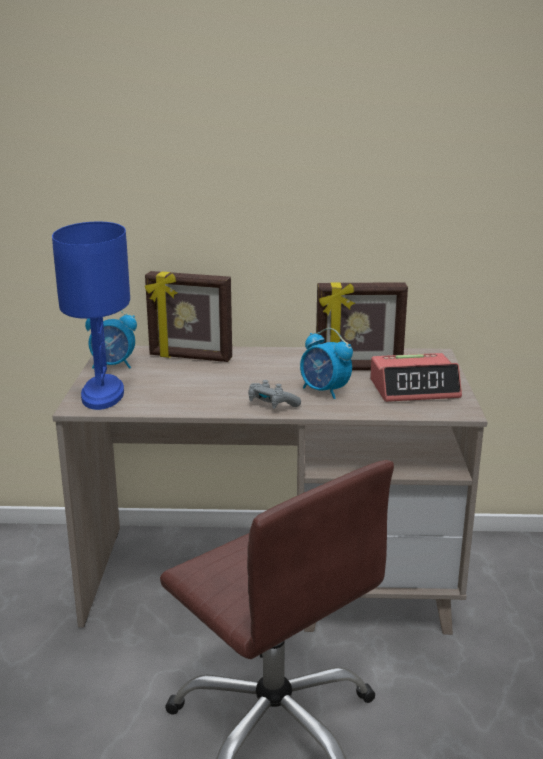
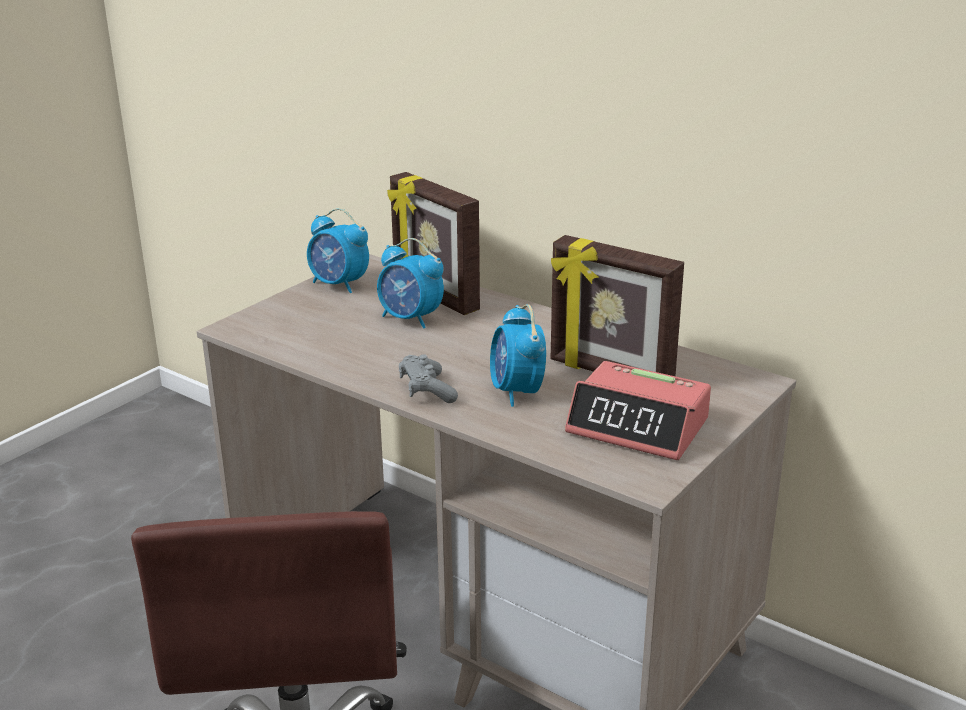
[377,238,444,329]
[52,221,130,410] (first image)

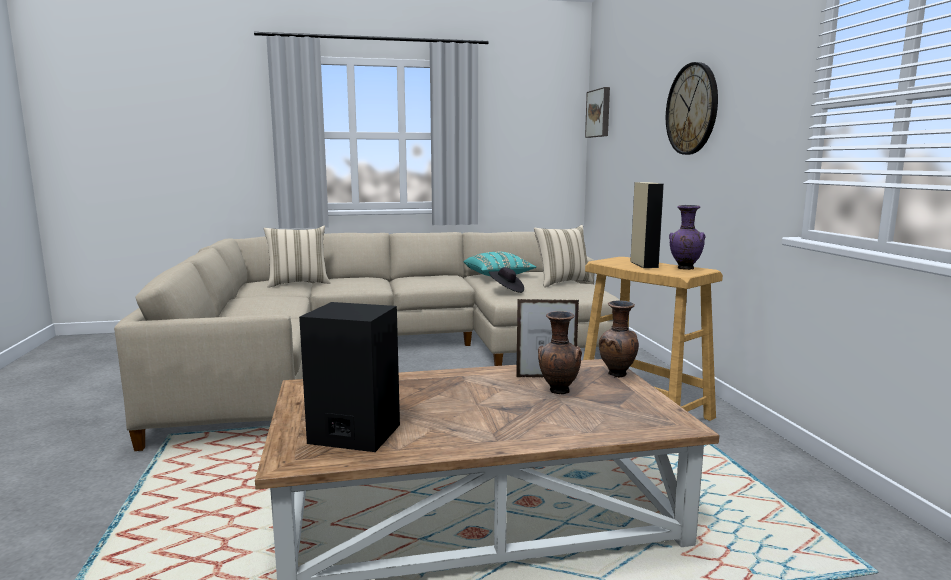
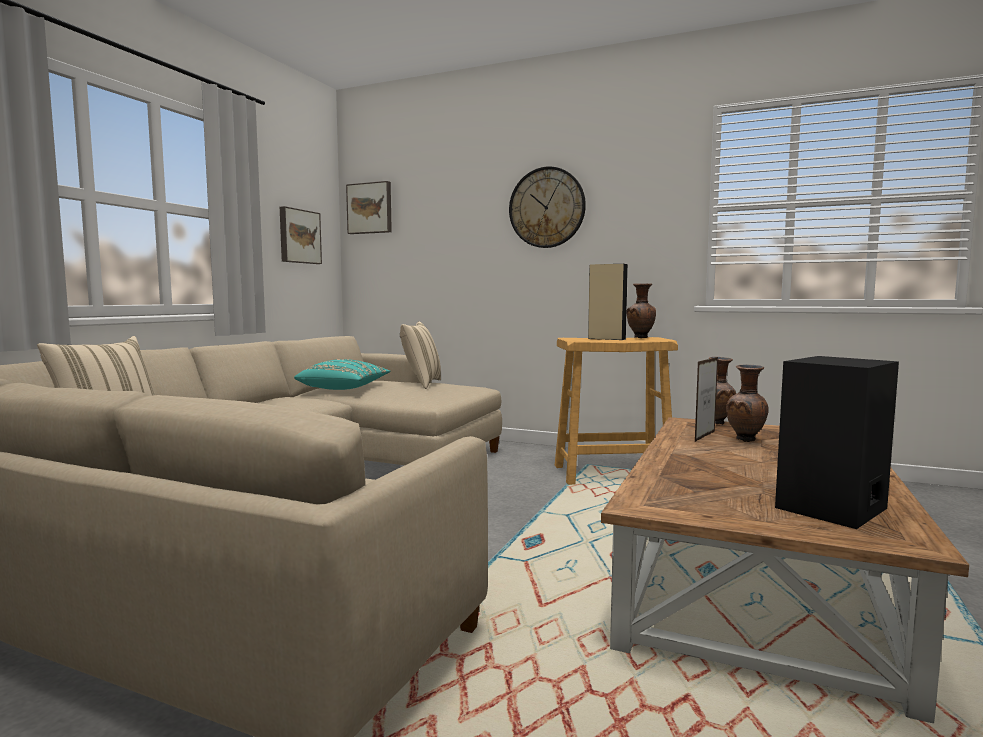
[280,206,322,264]
[626,283,656,338]
[489,267,524,293] (first image)

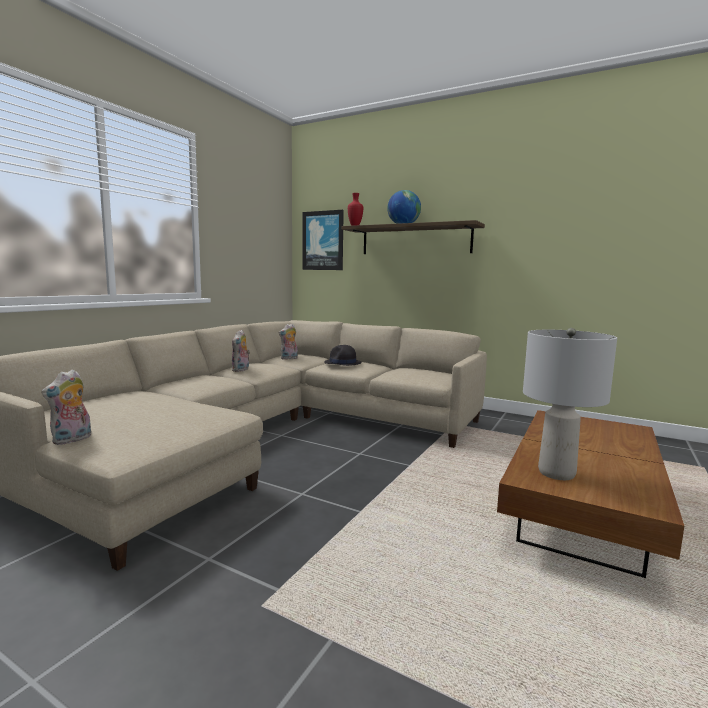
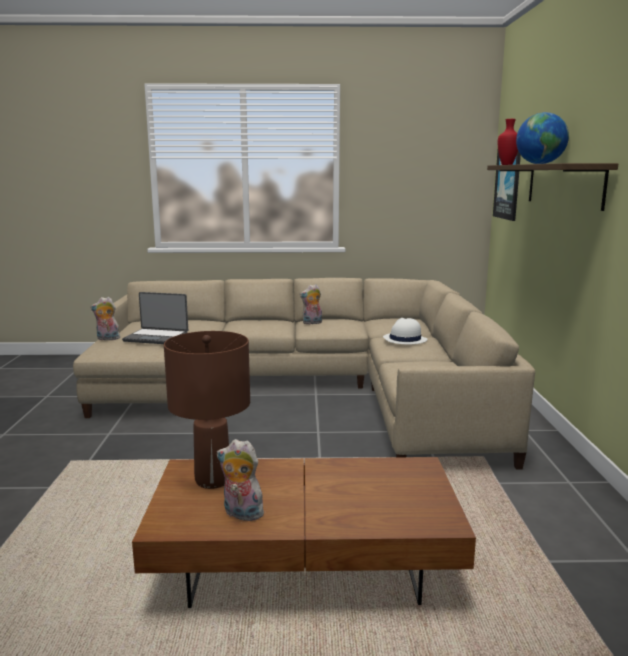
[122,292,188,344]
[164,331,250,489]
[217,439,264,521]
[383,318,427,344]

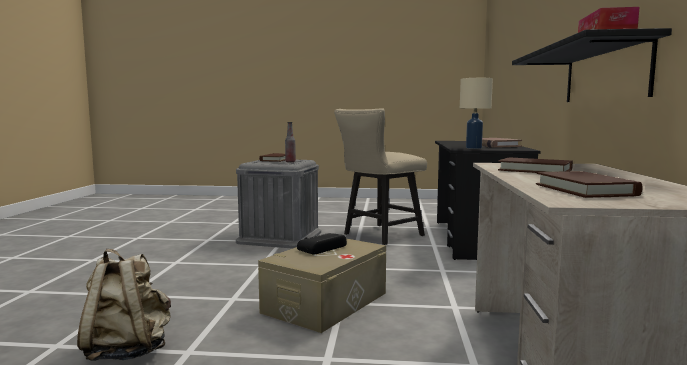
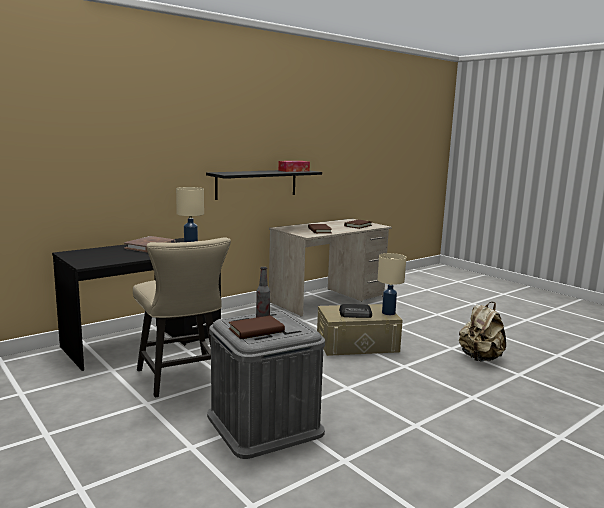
[133,237,231,398]
[378,253,406,315]

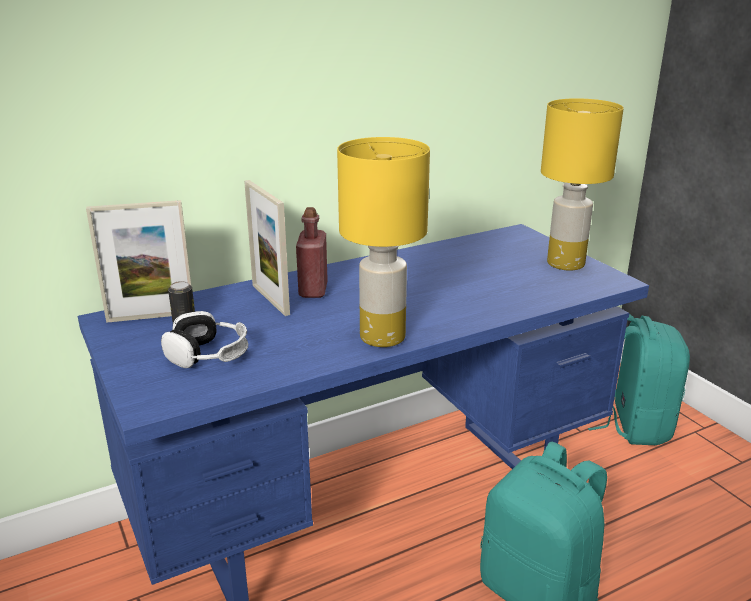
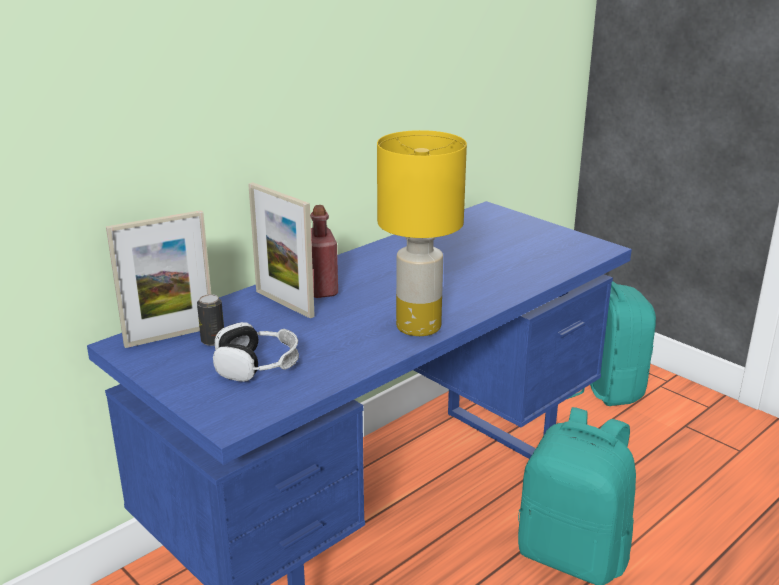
[541,98,624,270] (first image)

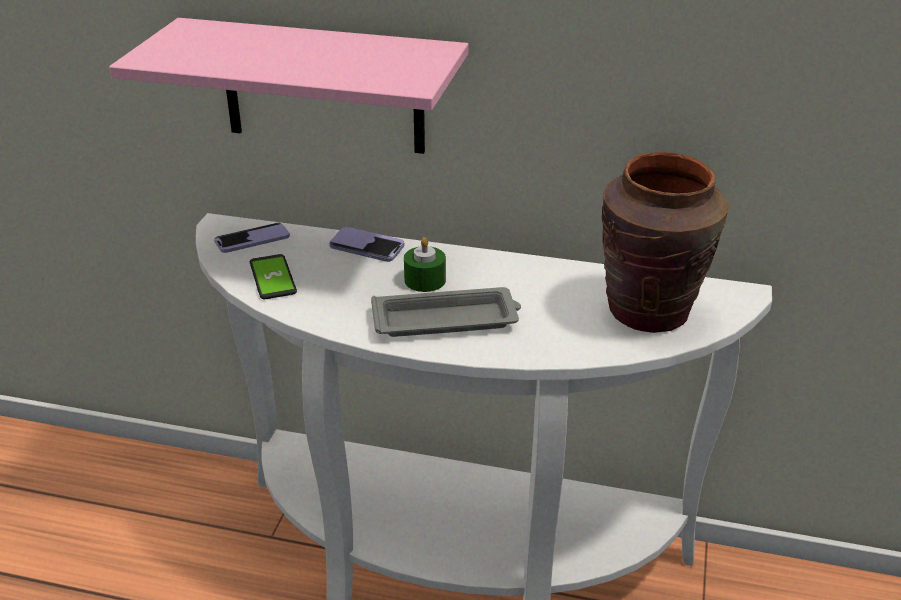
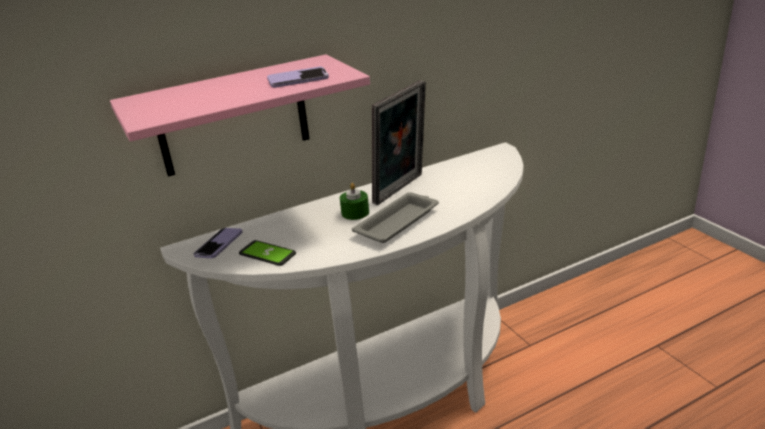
[267,67,329,88]
[372,80,426,205]
[602,152,729,333] (first image)

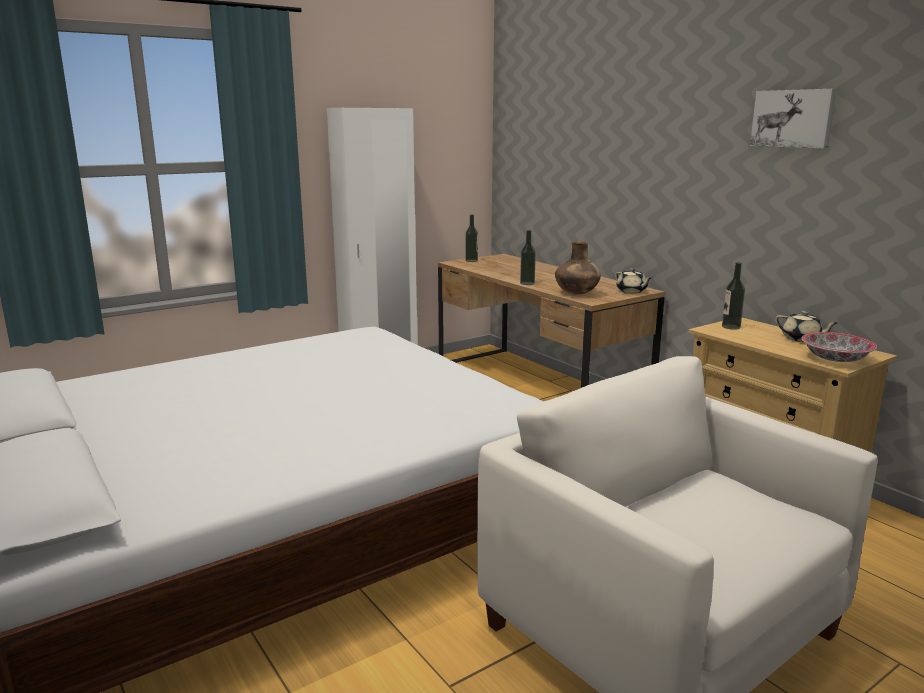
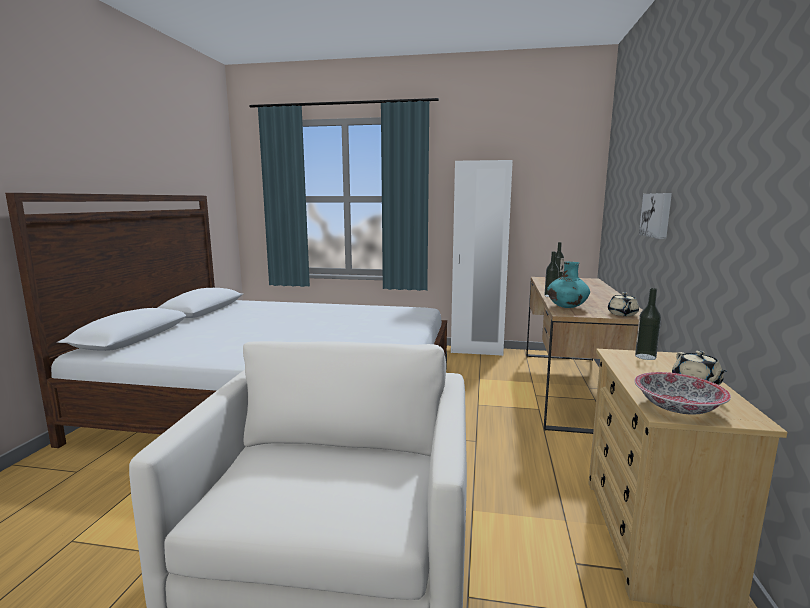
[547,262,590,308]
[639,193,672,239]

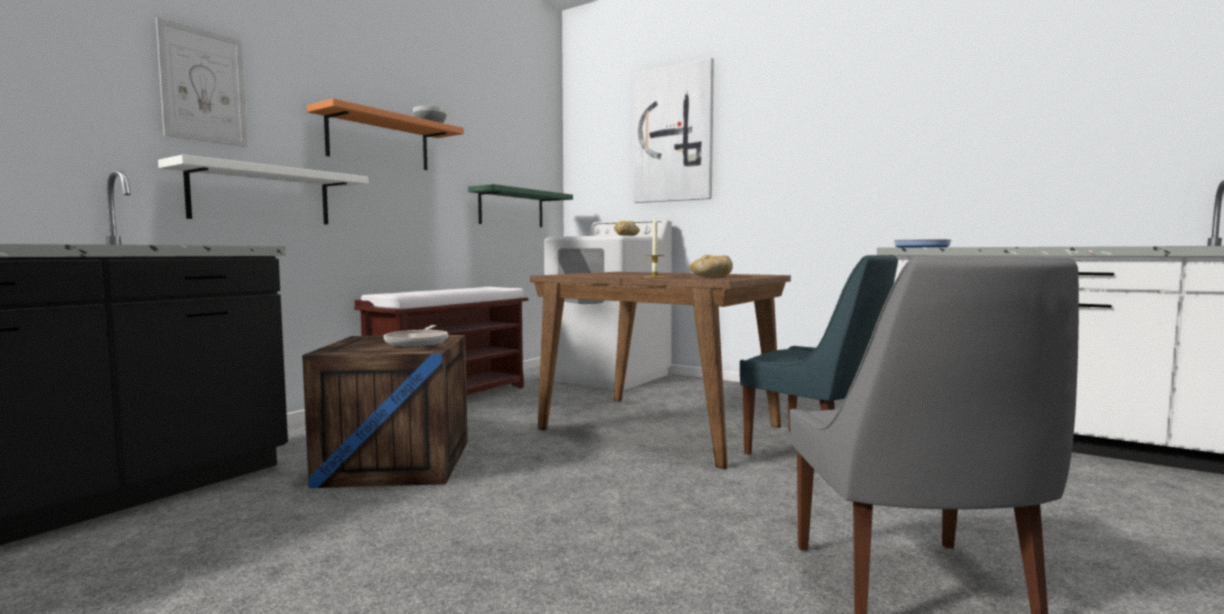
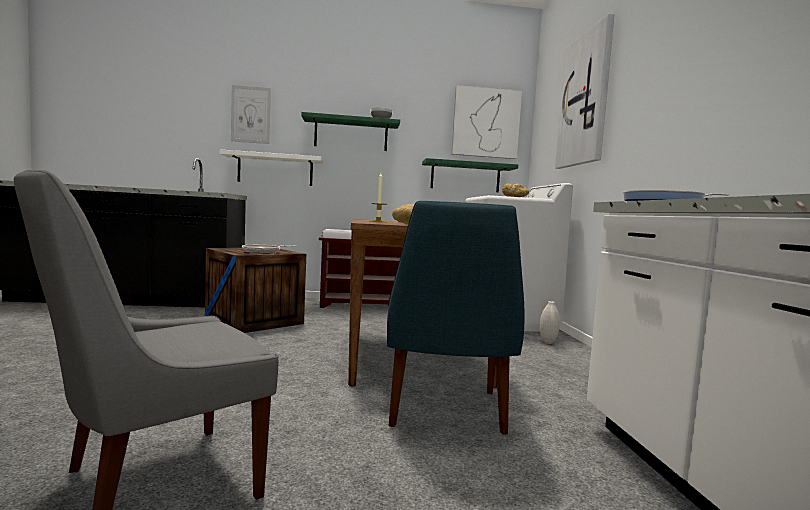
[301,112,400,151]
[451,85,522,159]
[540,301,560,344]

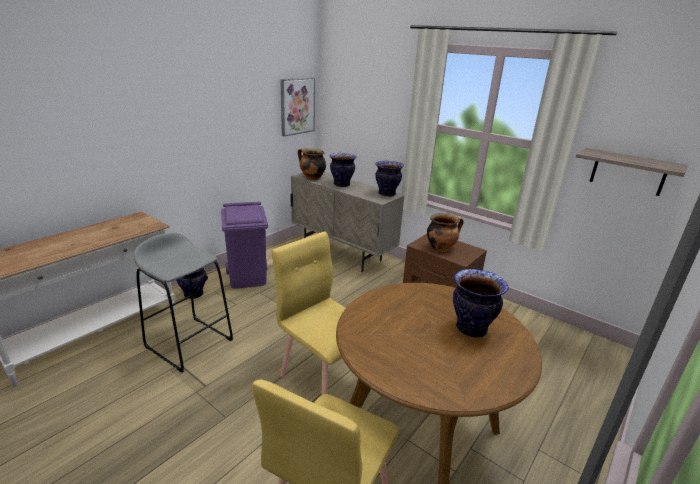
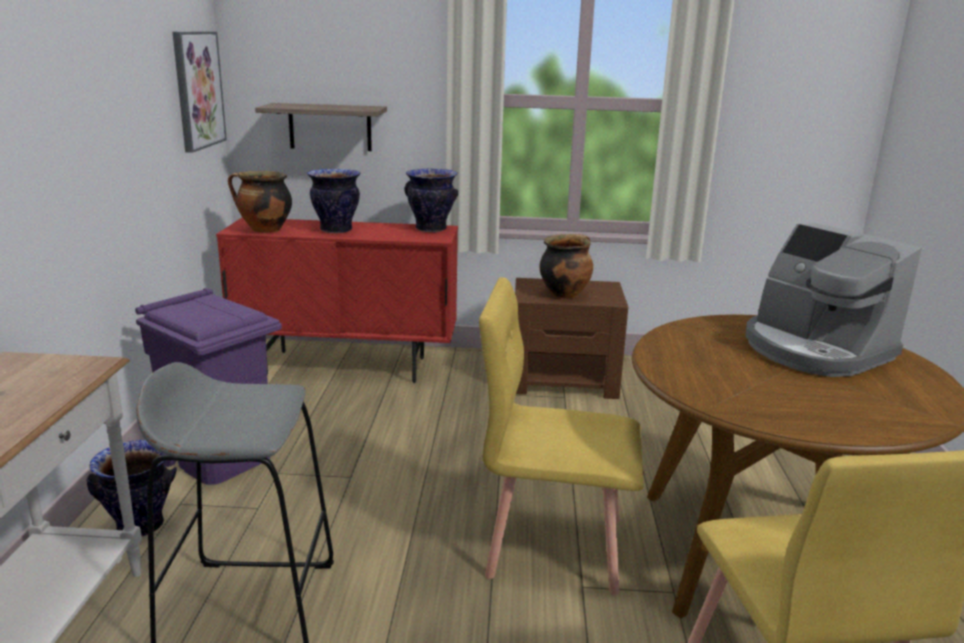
[216,217,458,383]
[255,103,387,151]
[746,223,922,377]

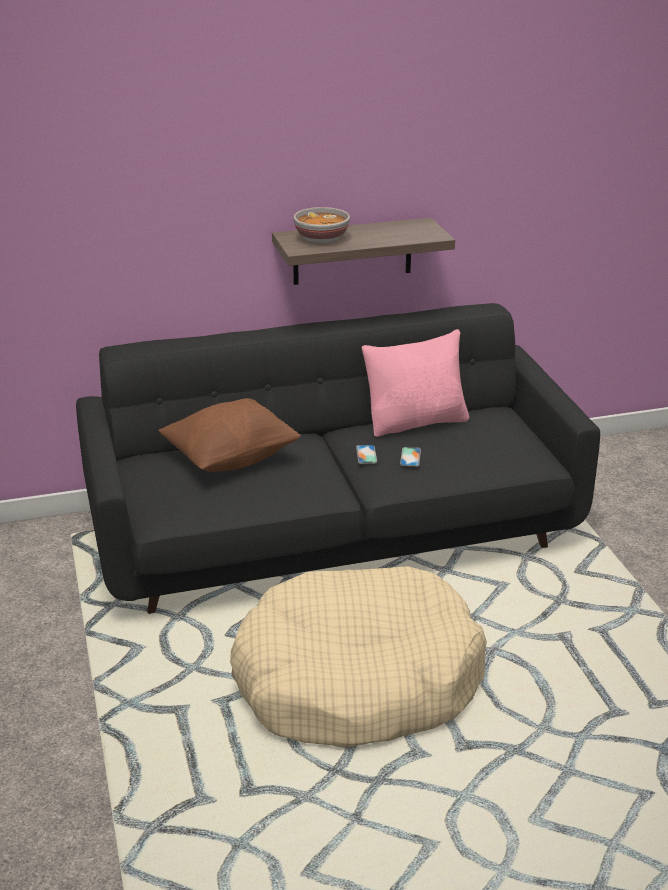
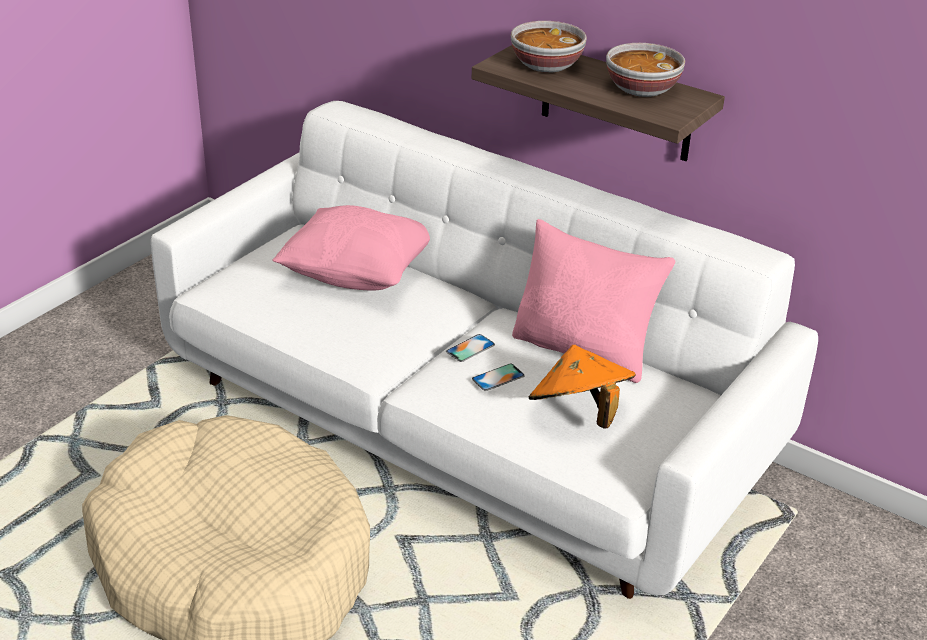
[151,101,818,599]
[272,205,430,290]
[529,345,636,429]
[606,43,685,97]

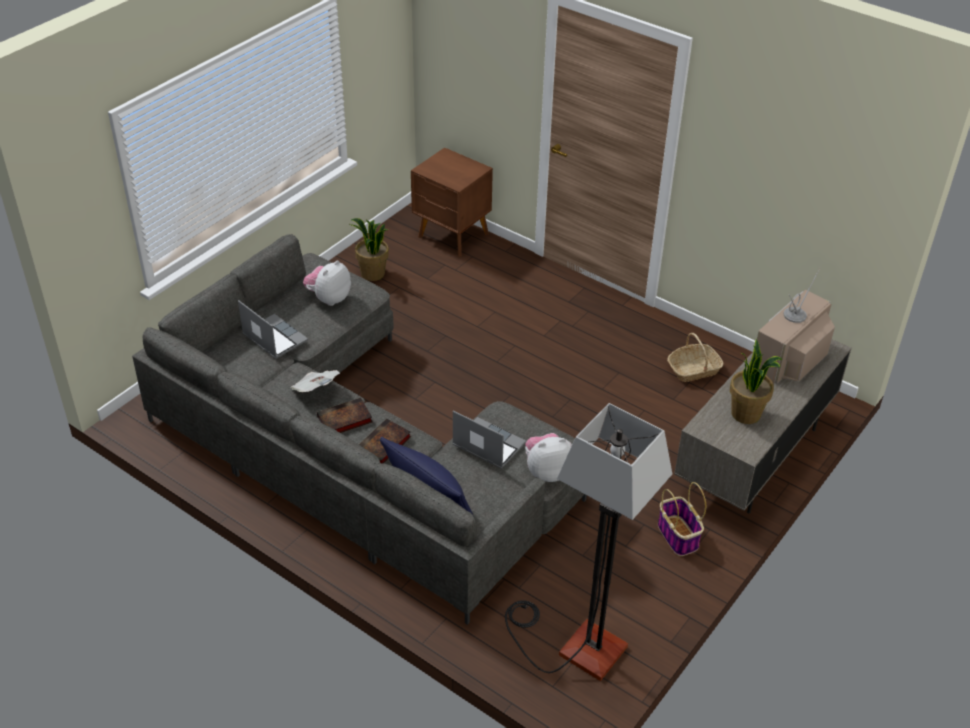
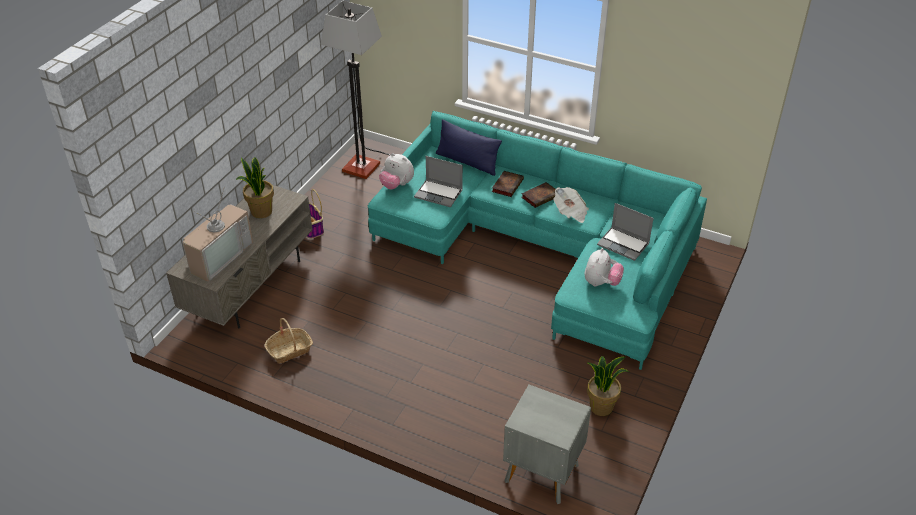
[368,111,707,370]
[379,153,414,189]
[503,385,591,504]

